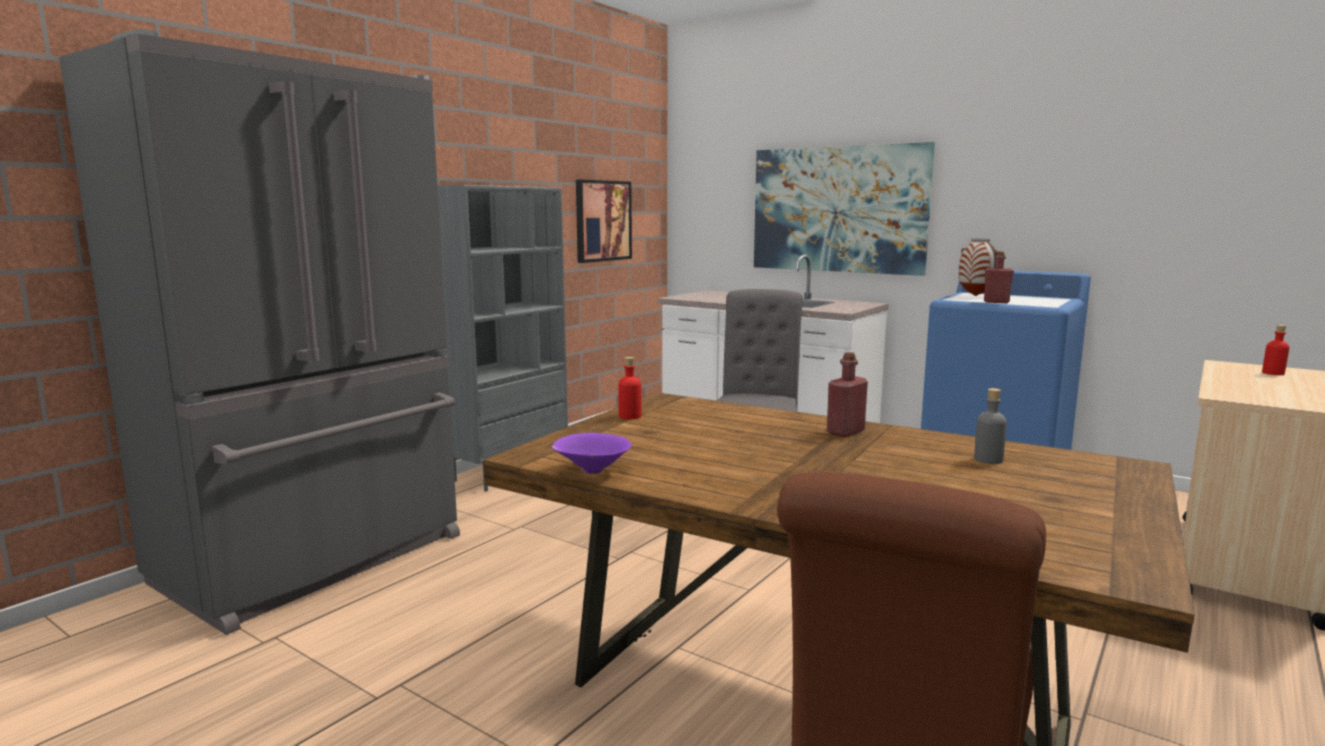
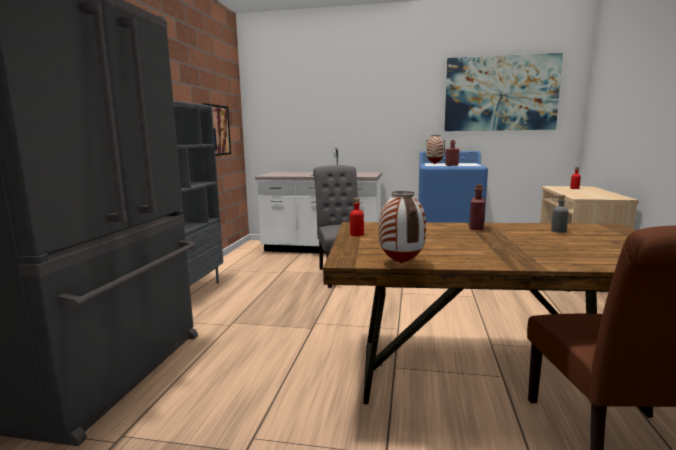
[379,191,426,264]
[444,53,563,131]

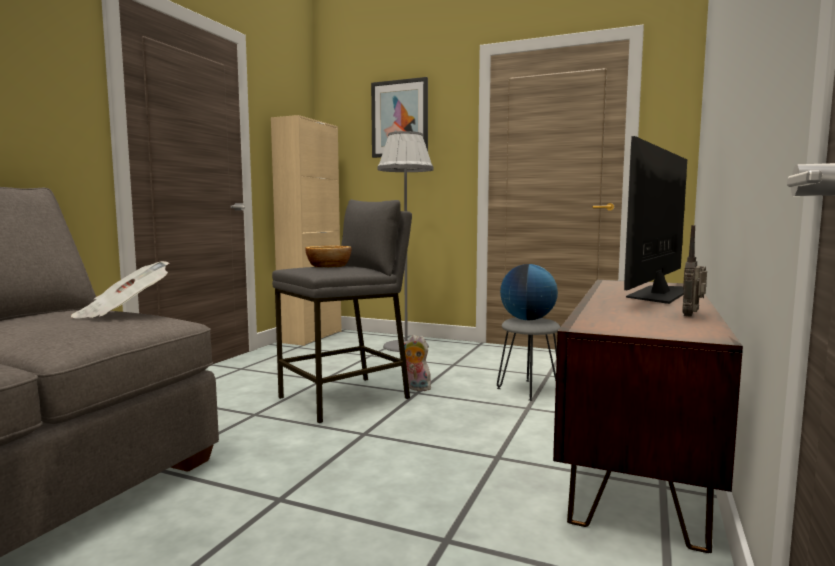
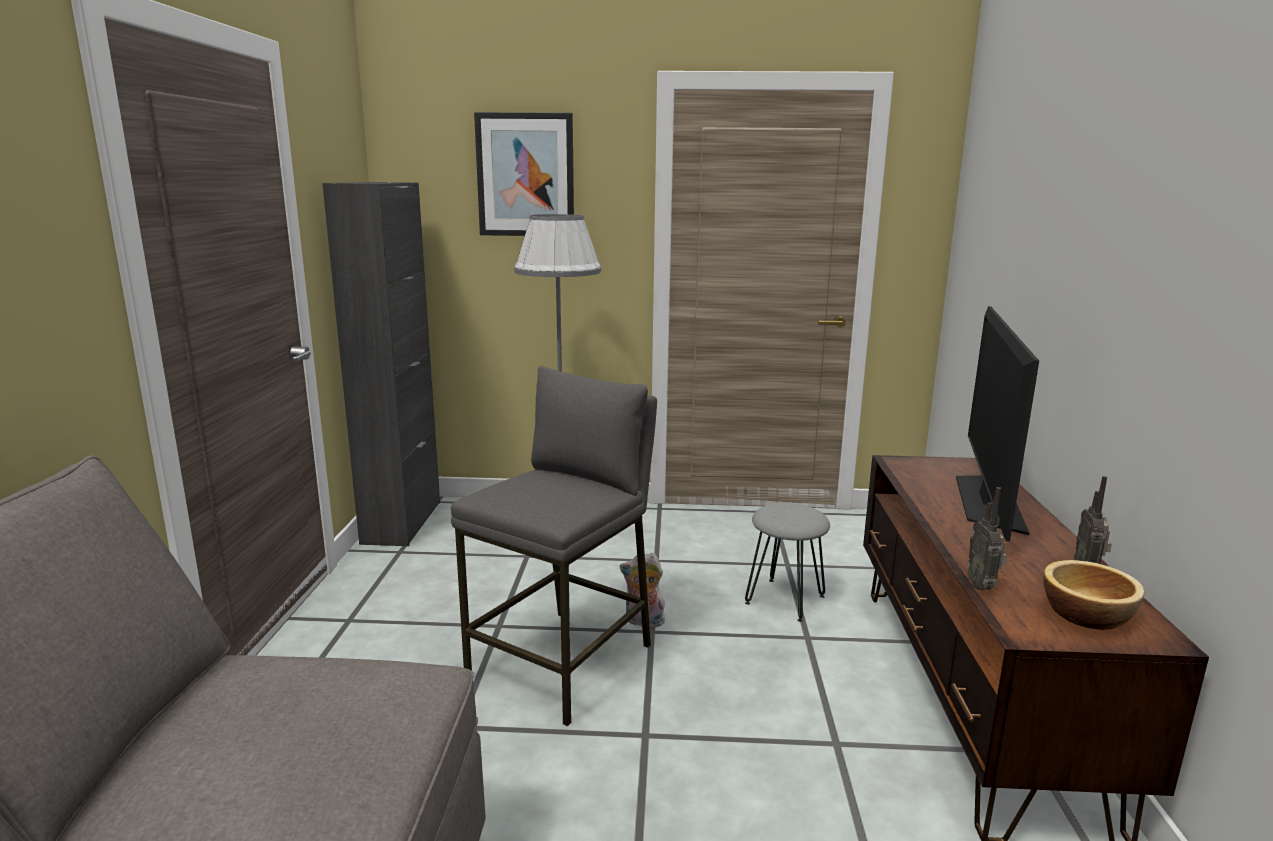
[322,182,440,546]
[967,487,1007,590]
[1043,560,1144,630]
[71,261,169,319] (first image)
[500,264,558,321] (first image)

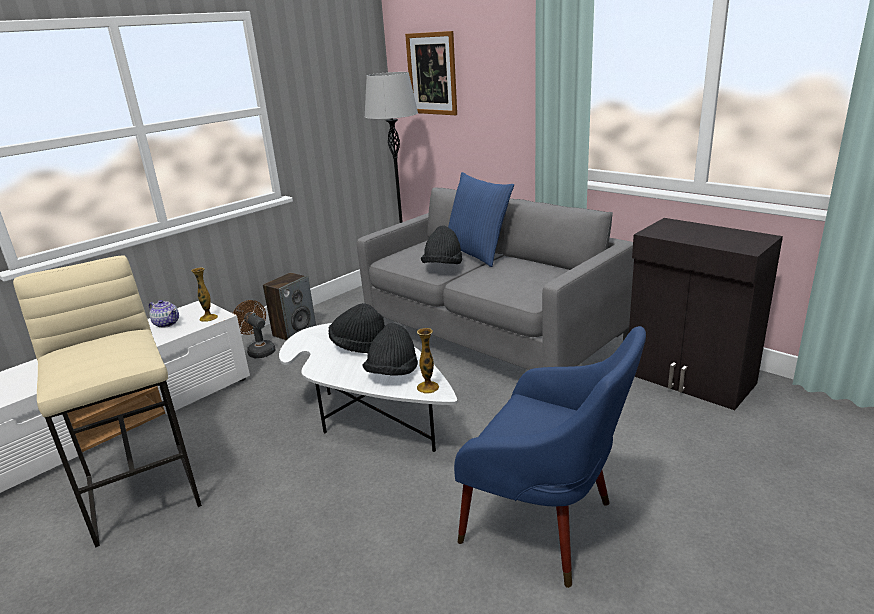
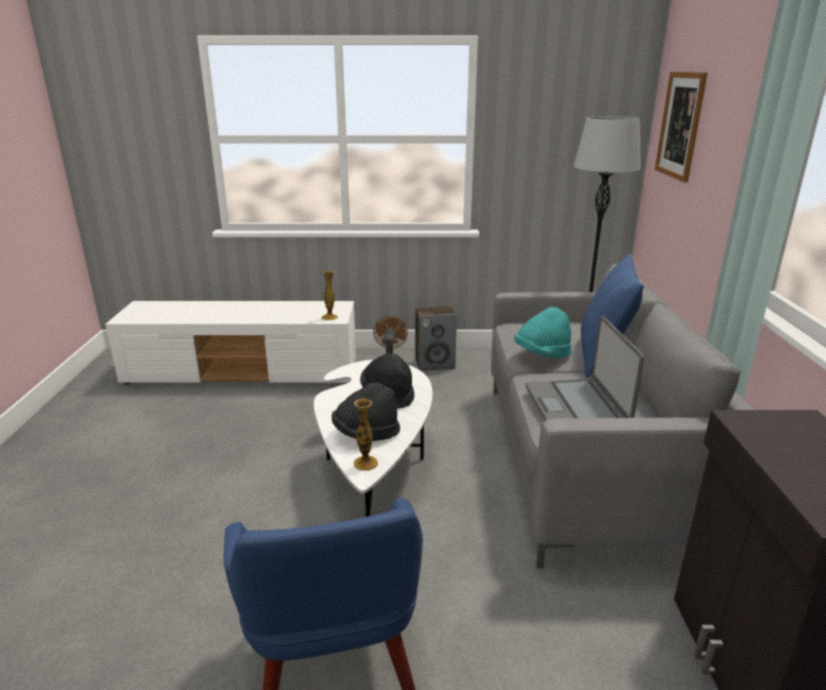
[514,307,572,358]
[526,316,645,421]
[13,255,202,548] (first image)
[149,300,179,328] (first image)

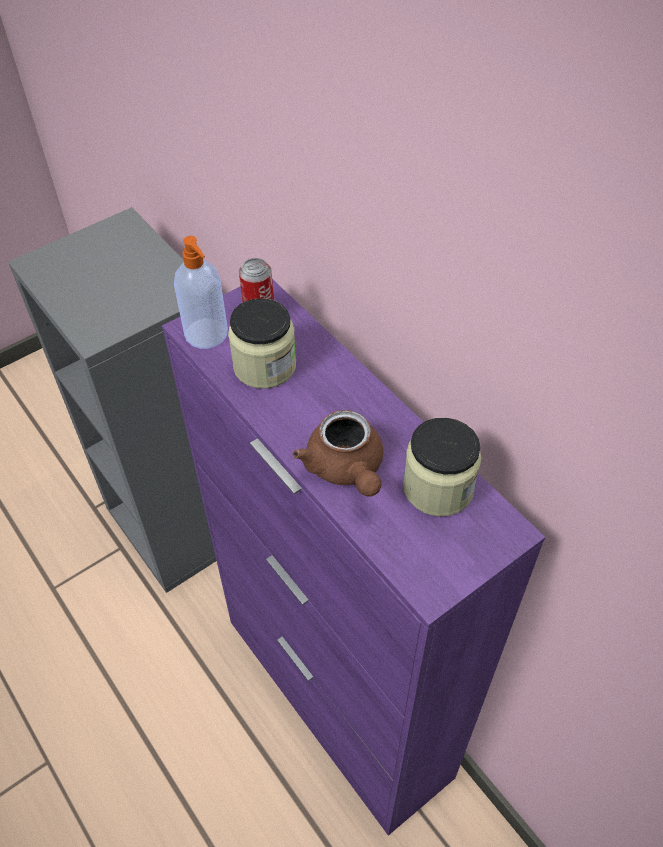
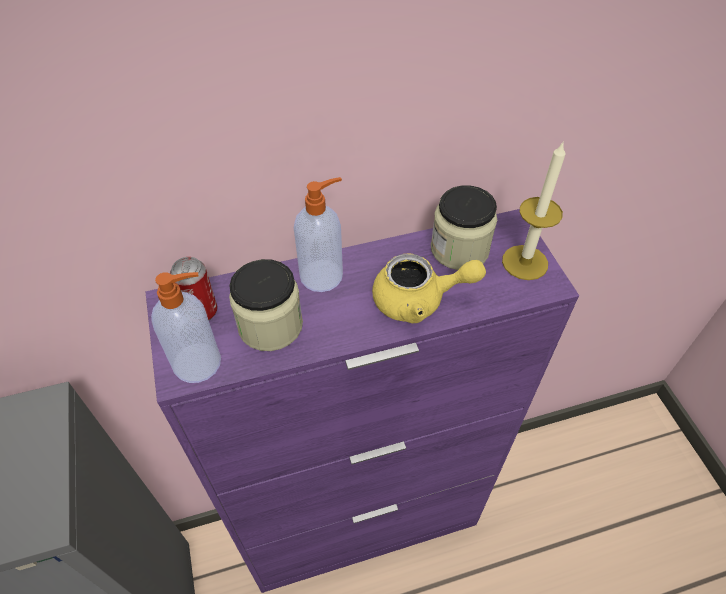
[294,177,343,292]
[372,253,486,323]
[502,141,566,280]

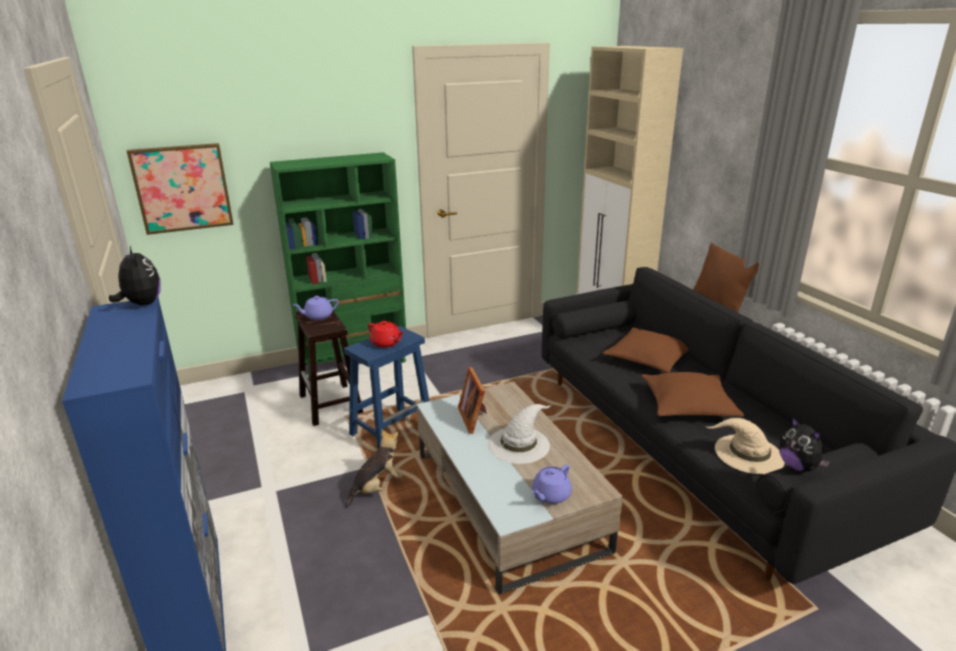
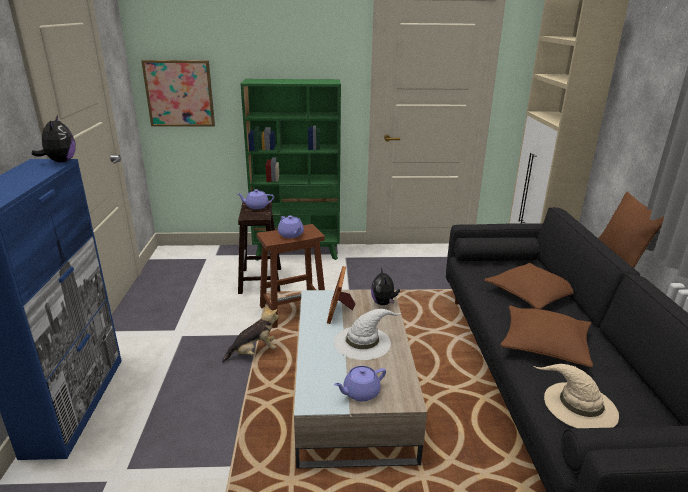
[257,224,325,328]
[278,215,304,238]
[371,268,400,305]

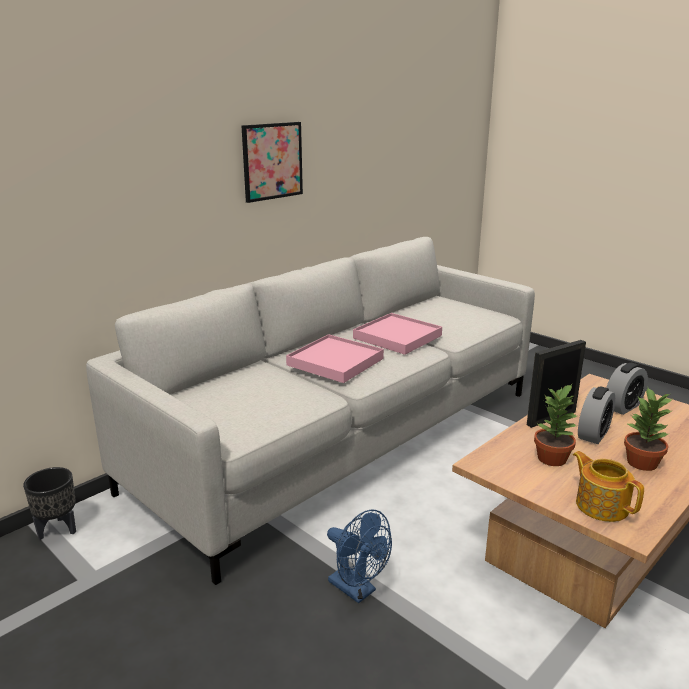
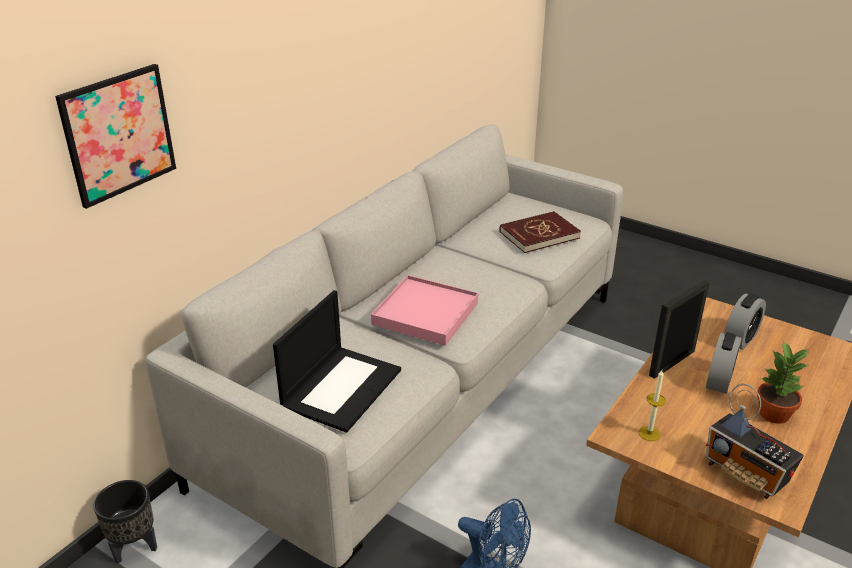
[55,64,176,209]
[273,290,401,433]
[500,211,581,253]
[638,370,666,441]
[706,384,804,499]
[353,313,442,355] (first image)
[534,384,577,466] (first image)

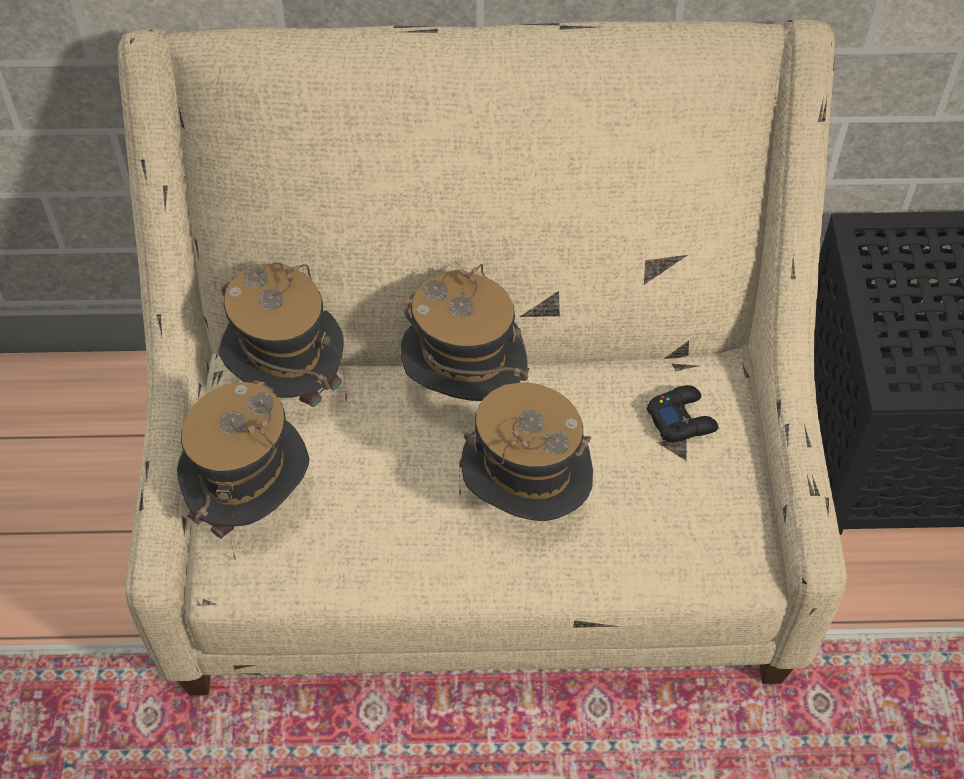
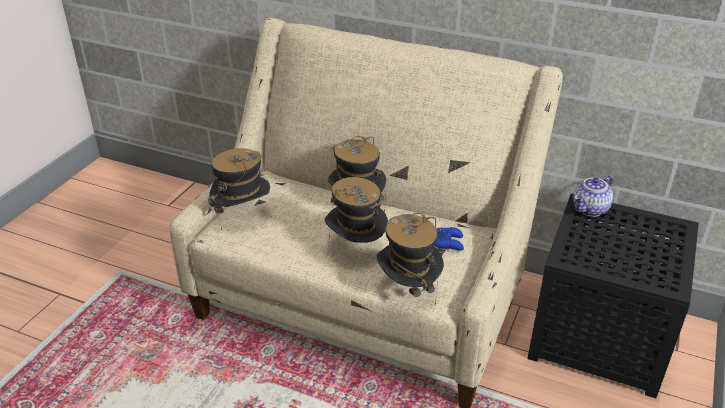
[377,213,444,305]
[435,227,464,251]
[573,175,614,217]

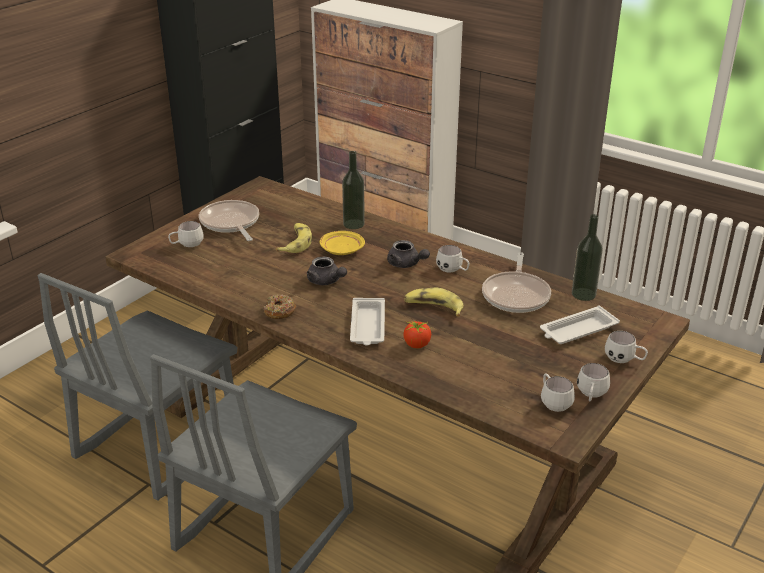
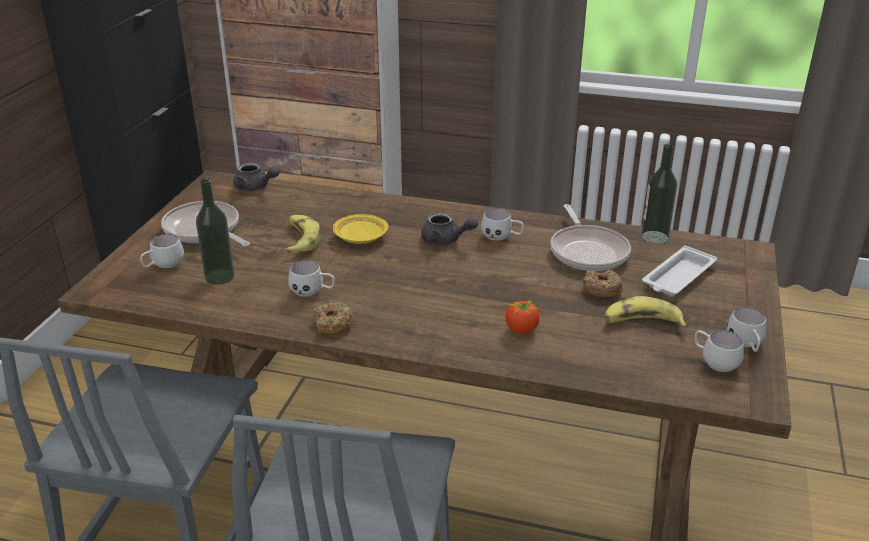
[196,178,235,285]
[233,162,280,191]
[288,260,335,297]
[583,270,622,299]
[604,296,688,328]
[350,298,385,346] (first image)

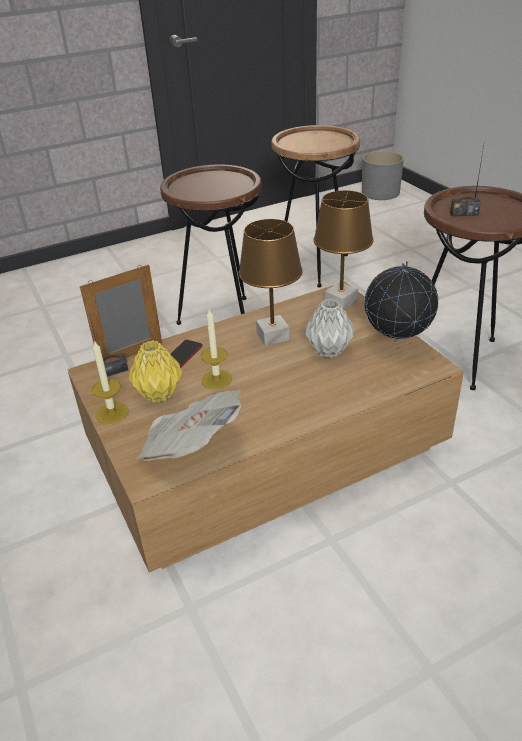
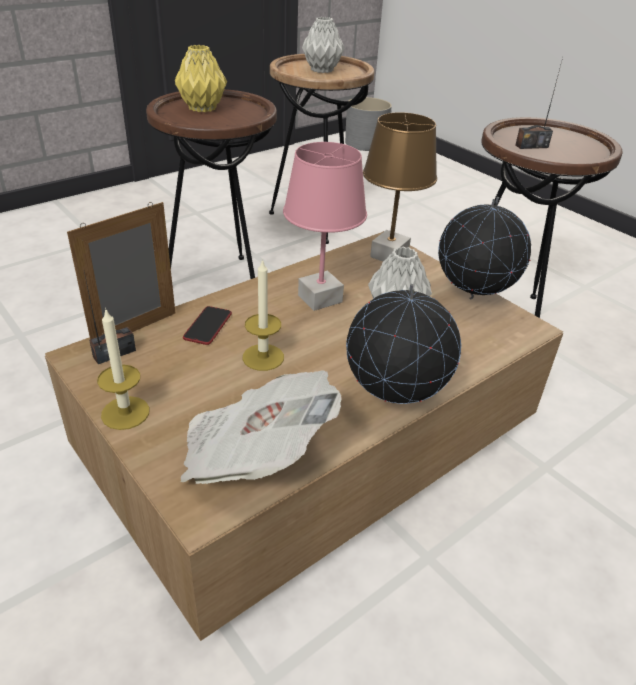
[175,45,227,112]
[283,142,367,311]
[302,17,345,73]
[346,284,461,404]

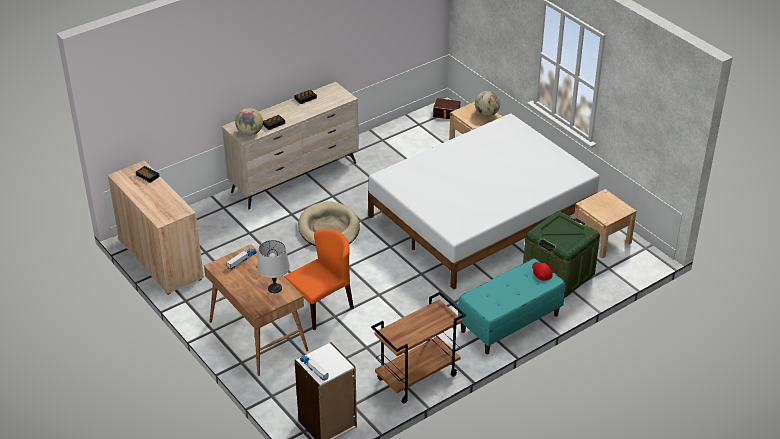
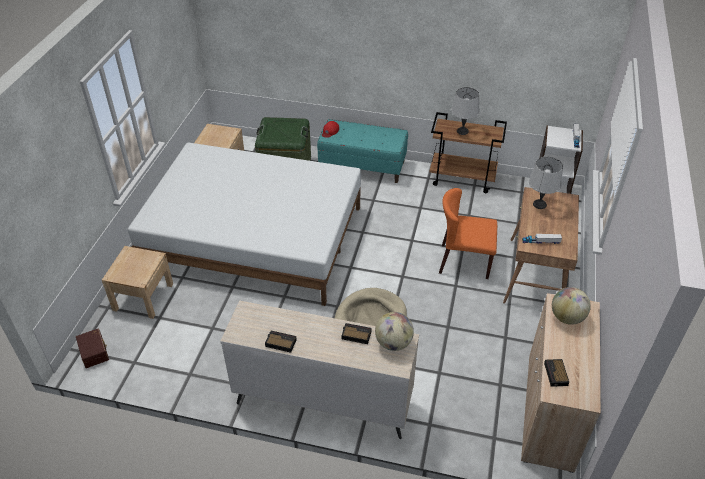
[451,87,480,135]
[552,287,591,325]

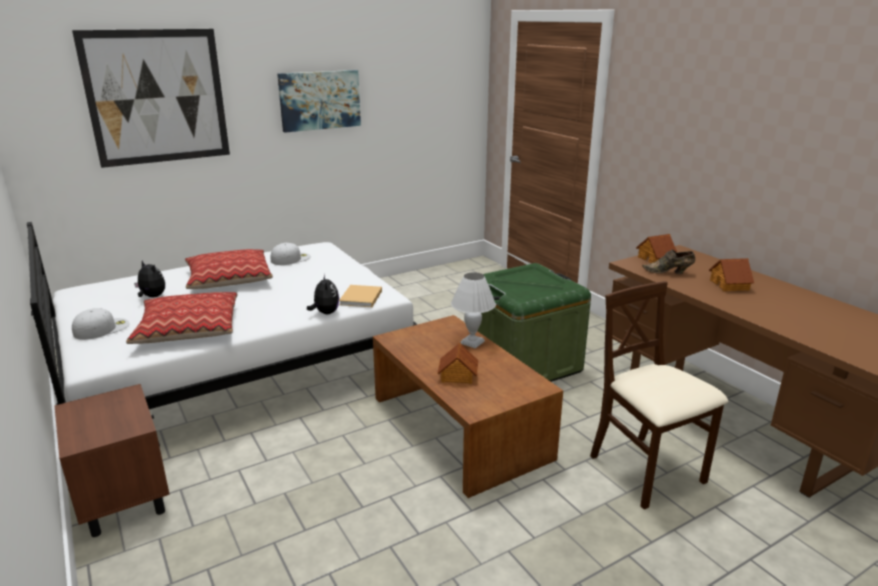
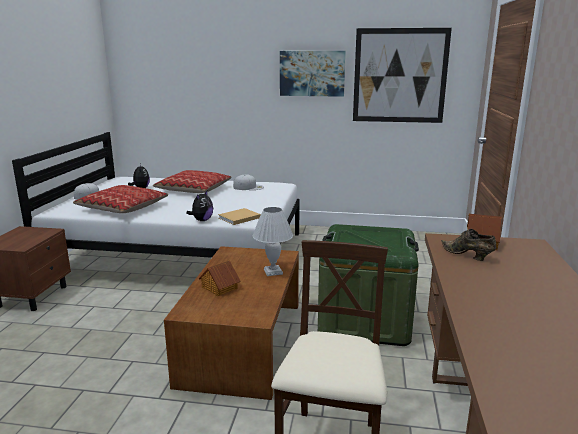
[353,28,452,123]
[709,258,754,291] (first image)

